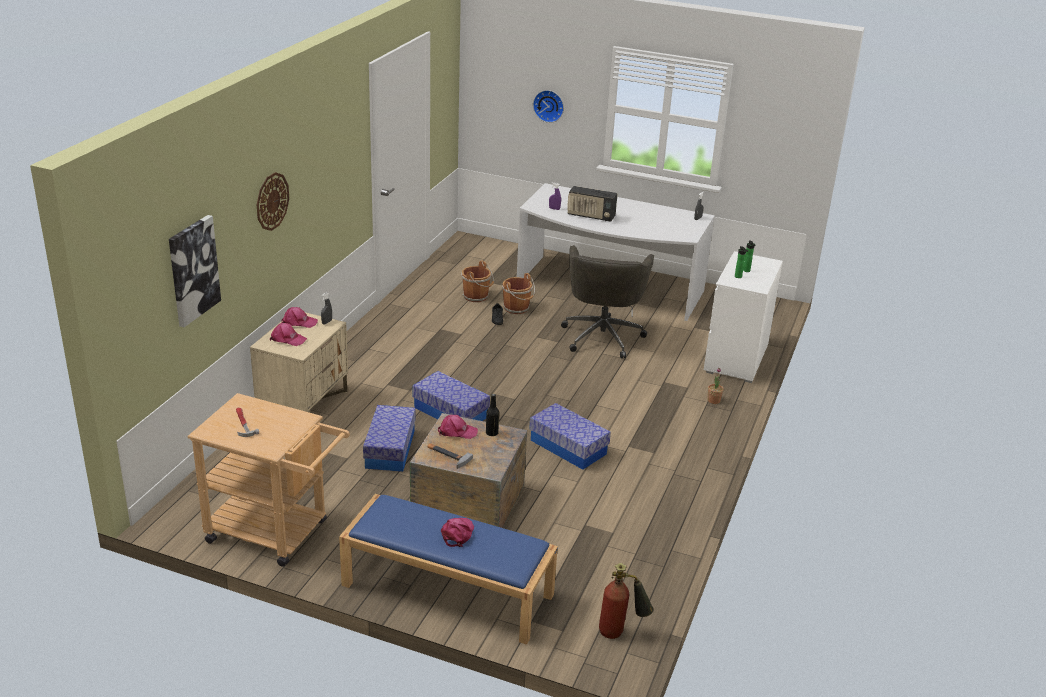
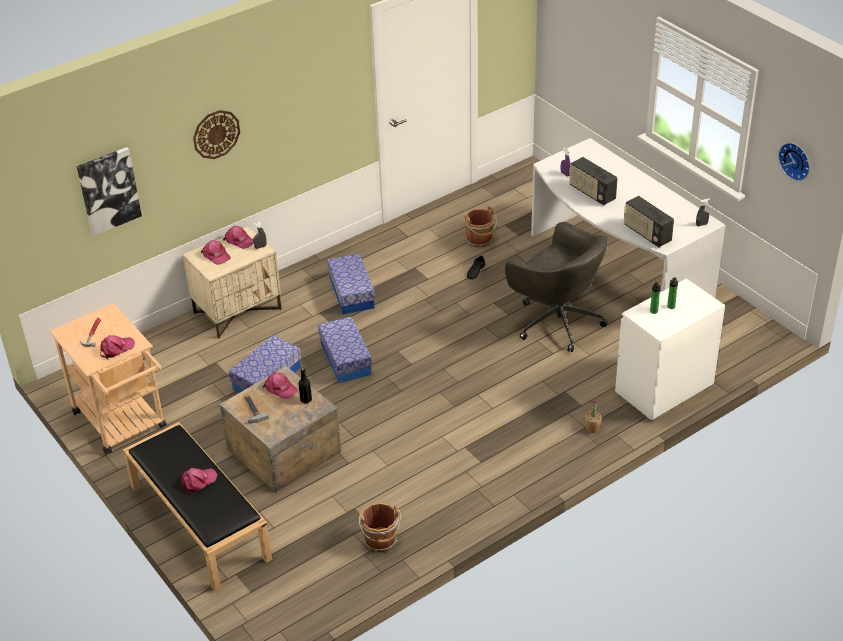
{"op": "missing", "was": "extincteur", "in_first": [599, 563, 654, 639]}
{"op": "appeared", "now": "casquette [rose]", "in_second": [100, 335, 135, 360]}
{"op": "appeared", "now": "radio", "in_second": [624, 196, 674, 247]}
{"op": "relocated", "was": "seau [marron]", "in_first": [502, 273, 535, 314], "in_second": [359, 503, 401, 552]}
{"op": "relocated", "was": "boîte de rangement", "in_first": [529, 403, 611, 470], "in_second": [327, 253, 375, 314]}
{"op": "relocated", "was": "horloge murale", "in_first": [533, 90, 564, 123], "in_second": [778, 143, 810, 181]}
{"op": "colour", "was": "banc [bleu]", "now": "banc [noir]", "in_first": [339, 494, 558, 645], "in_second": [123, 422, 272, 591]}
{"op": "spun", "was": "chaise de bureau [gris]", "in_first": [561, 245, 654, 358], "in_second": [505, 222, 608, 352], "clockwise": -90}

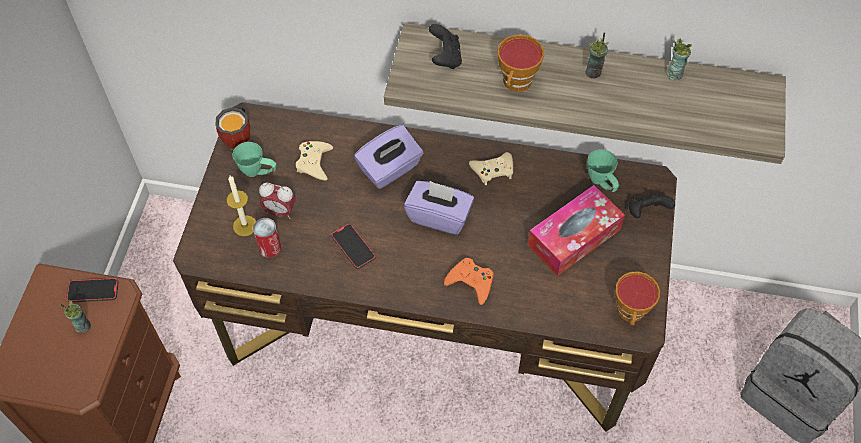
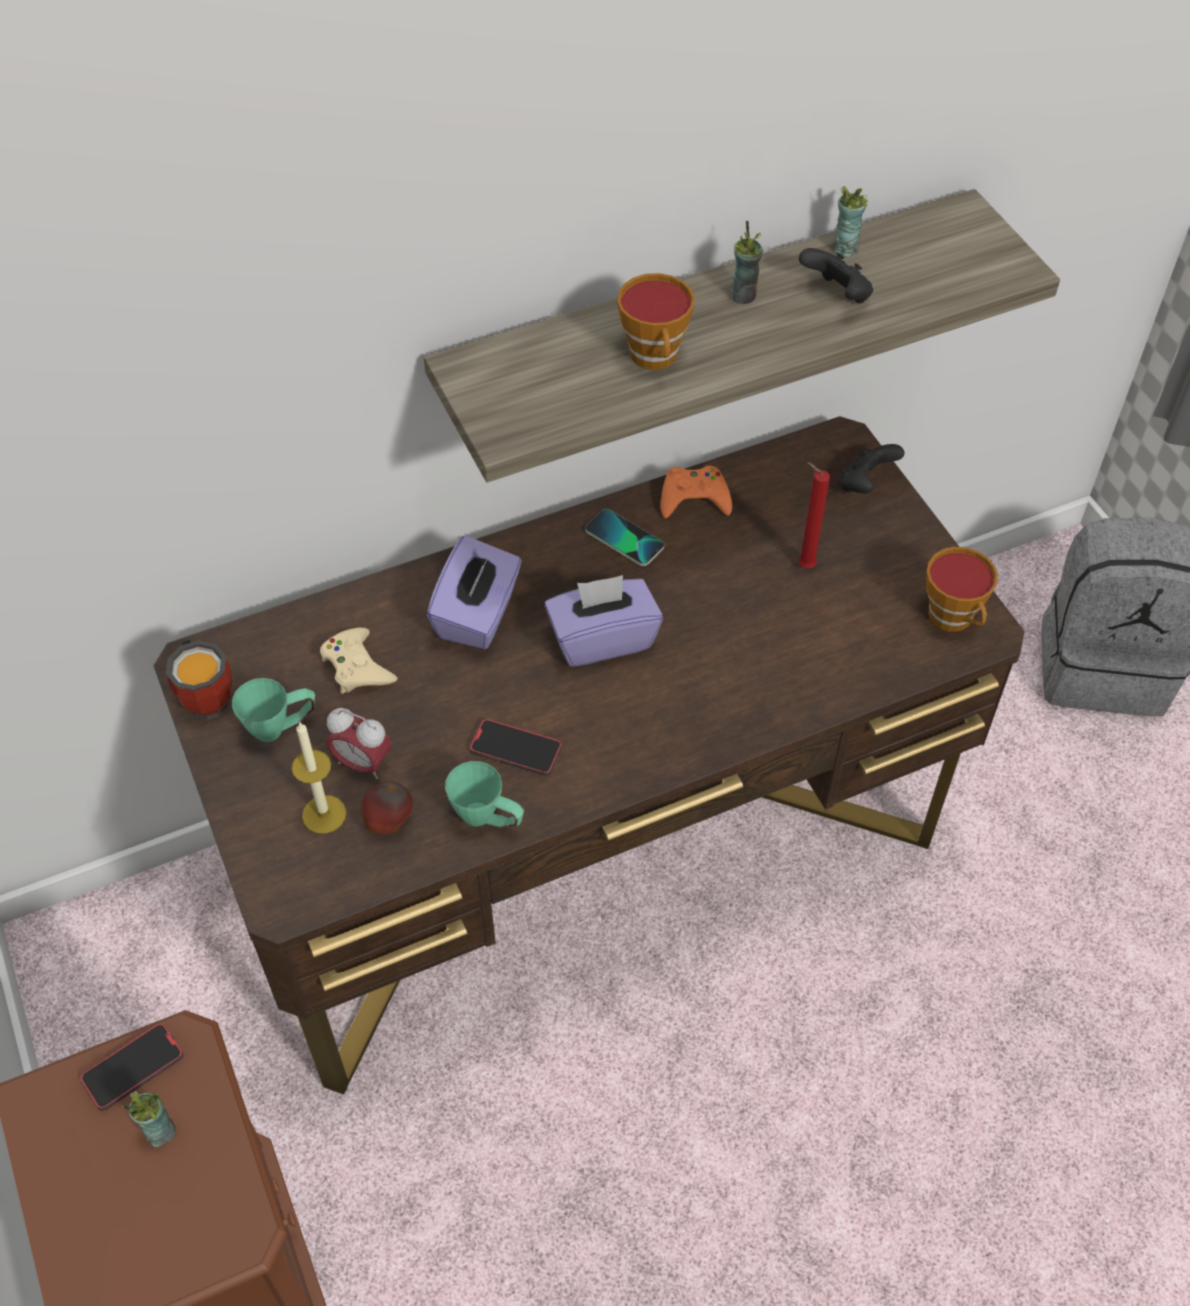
{"op": "relocated", "was": "manette [noir]", "in_first": [429, 24, 462, 69], "in_second": [799, 248, 873, 303]}
{"op": "relocated", "was": "manette [orange]", "in_first": [444, 258, 493, 305], "in_second": [660, 466, 732, 518]}
{"op": "relocated", "was": "mug [vert]", "in_first": [587, 149, 619, 192], "in_second": [445, 761, 524, 828]}
{"op": "exchanged", "was": "boîte métallique", "now": "pomme", "in_first": [253, 218, 281, 258], "in_second": [361, 781, 413, 834]}
{"op": "exchanged", "was": "manette [beige]", "now": "téléphone", "in_first": [469, 152, 513, 185], "in_second": [585, 509, 664, 566]}
{"op": "exchanged", "was": "boîte à mouchoirs", "now": "bougie [rouge]", "in_first": [528, 185, 625, 276], "in_second": [798, 462, 830, 568]}
{"op": "spun", "was": "réveil", "in_first": [259, 183, 296, 219], "in_second": [326, 708, 392, 779], "clockwise": 45}

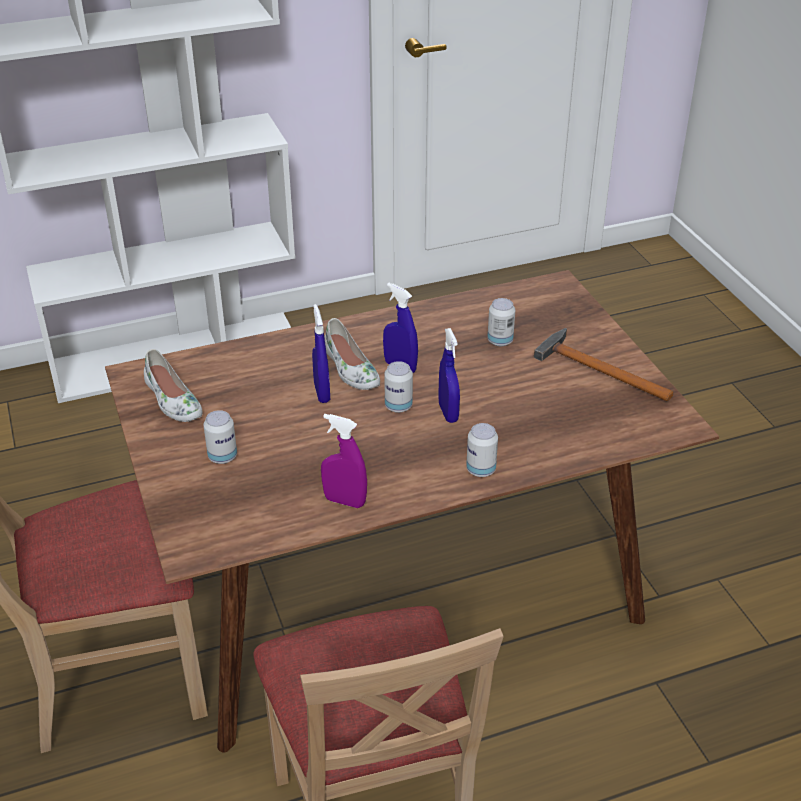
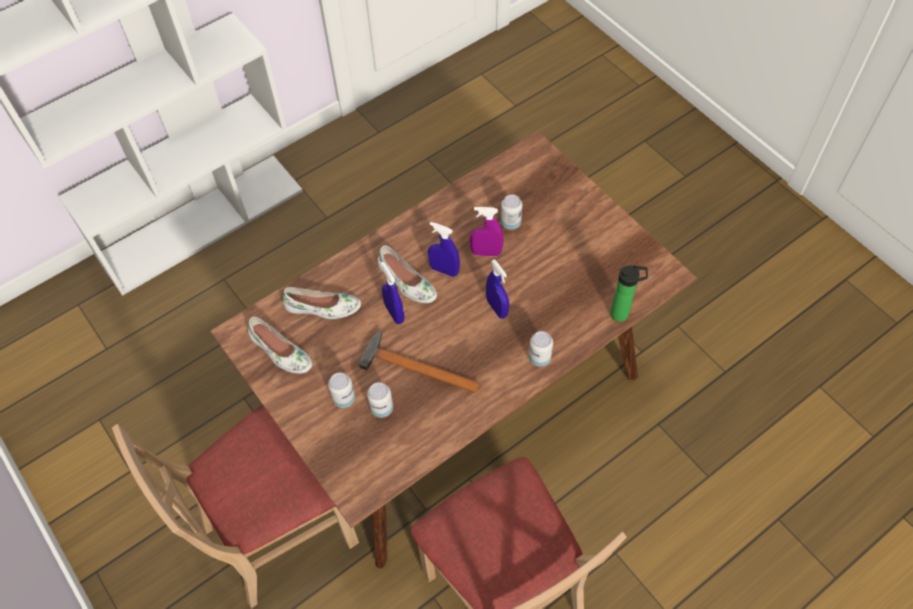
{"op": "appeared", "now": "chaussure [blanc]", "in_second": [283, 287, 361, 319]}
{"op": "appeared", "now": "bouteille", "in_second": [610, 265, 648, 322]}
{"op": "relocated", "was": "vaporisateur [violet]", "in_first": [321, 414, 367, 508], "in_second": [470, 207, 503, 256]}
{"op": "relocated", "was": "boîte métallique", "in_first": [384, 361, 413, 413], "in_second": [367, 382, 393, 418]}
{"op": "relocated", "was": "marteau", "in_first": [534, 328, 674, 401], "in_second": [359, 329, 480, 393]}

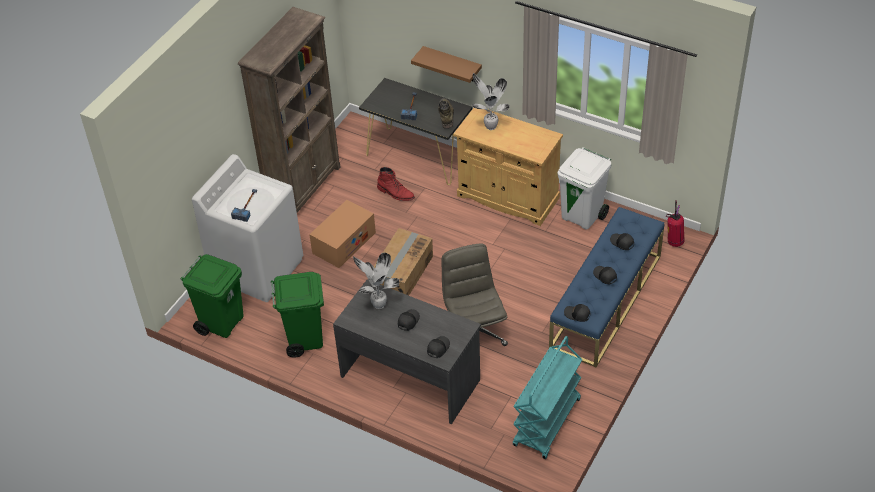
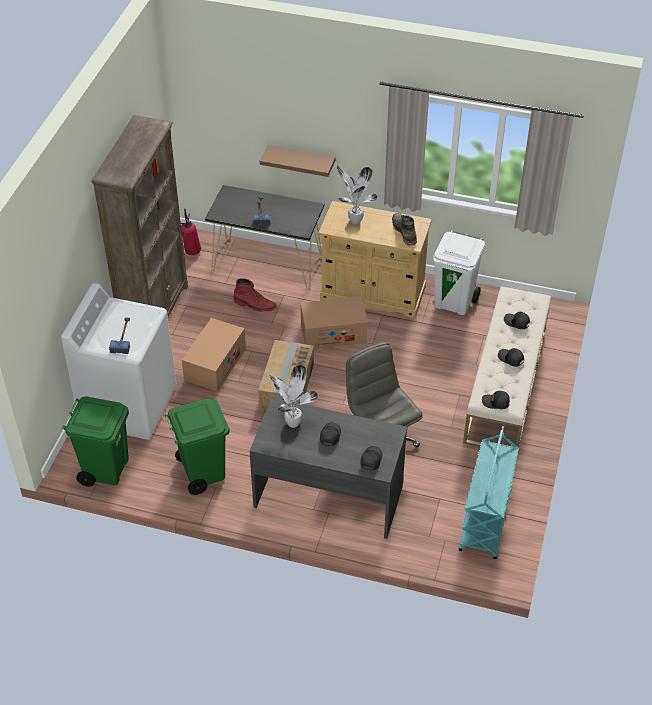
{"op": "appeared", "now": "carton", "in_second": [301, 297, 368, 349]}
{"op": "relocated", "was": "botte [vert]", "in_first": [438, 98, 454, 129], "in_second": [392, 213, 417, 246]}
{"op": "relocated", "was": "extincteur", "in_first": [666, 200, 685, 247], "in_second": [181, 208, 201, 255]}
{"op": "colour", "was": "banc [bleu]", "now": "banc [beige]", "in_first": [549, 207, 664, 367], "in_second": [463, 286, 551, 447]}

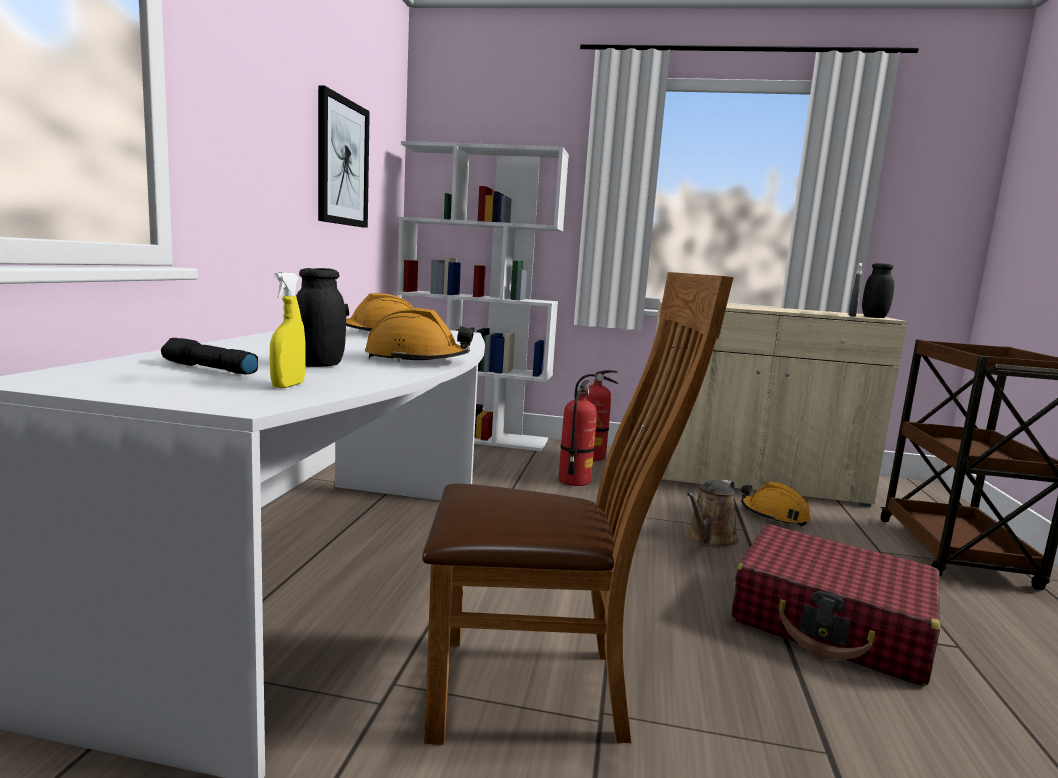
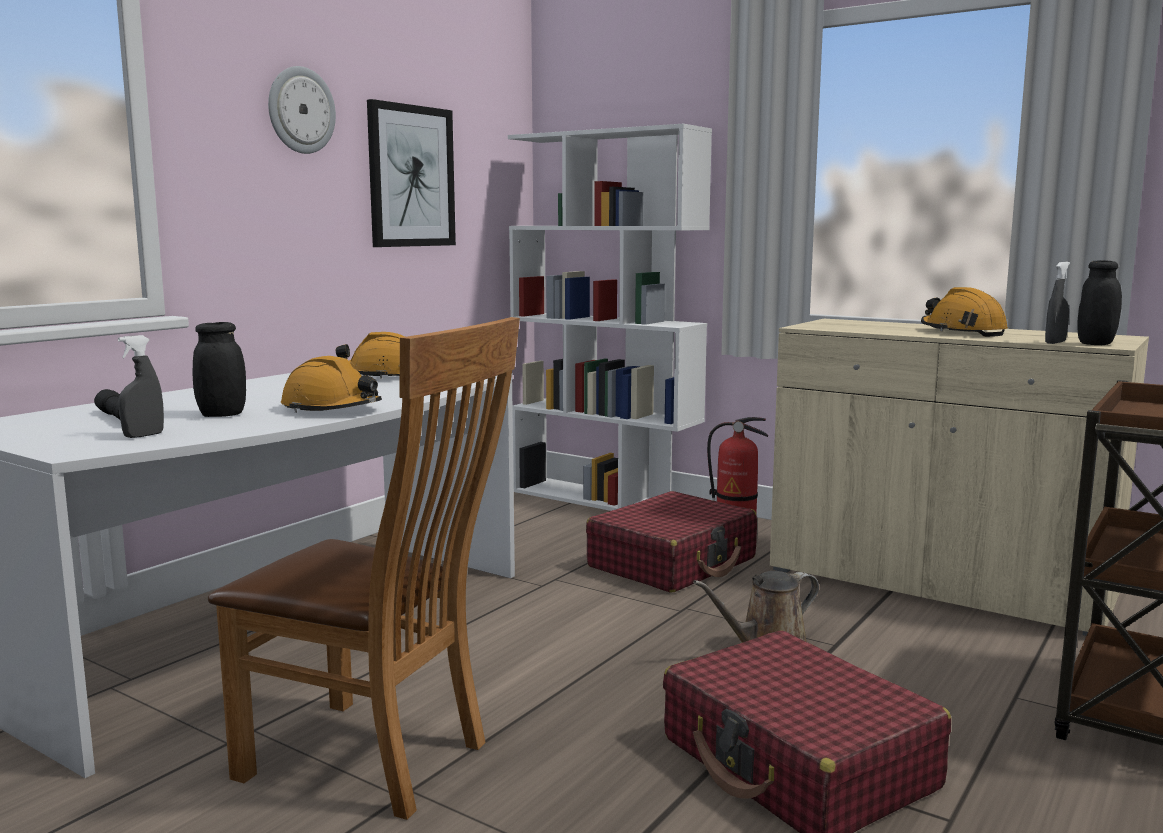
{"op": "appeared", "now": "horloge murale", "in_second": [268, 66, 336, 154]}
{"op": "relocated", "was": "casque de chantier [orange]", "in_first": [741, 481, 810, 526], "in_second": [921, 287, 1008, 337]}
{"op": "exchanged", "was": "extincteur", "now": "valise [rouge]", "in_first": [559, 380, 597, 486], "in_second": [586, 491, 757, 593]}
{"op": "colour", "was": "vaporisateur [jaune]", "now": "vaporisateur [gris]", "in_first": [270, 272, 306, 388], "in_second": [118, 335, 164, 438]}

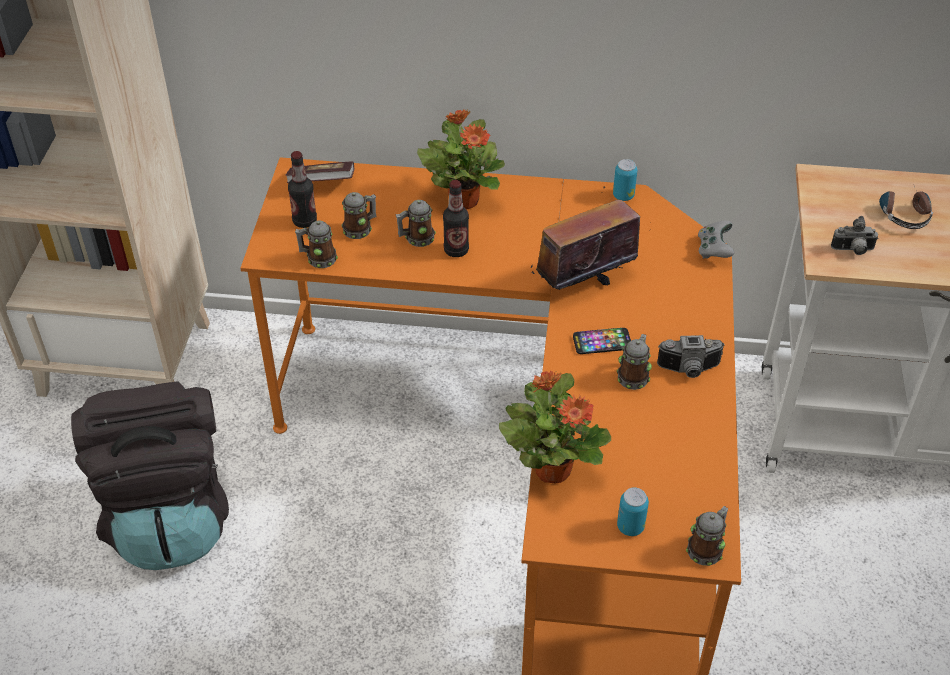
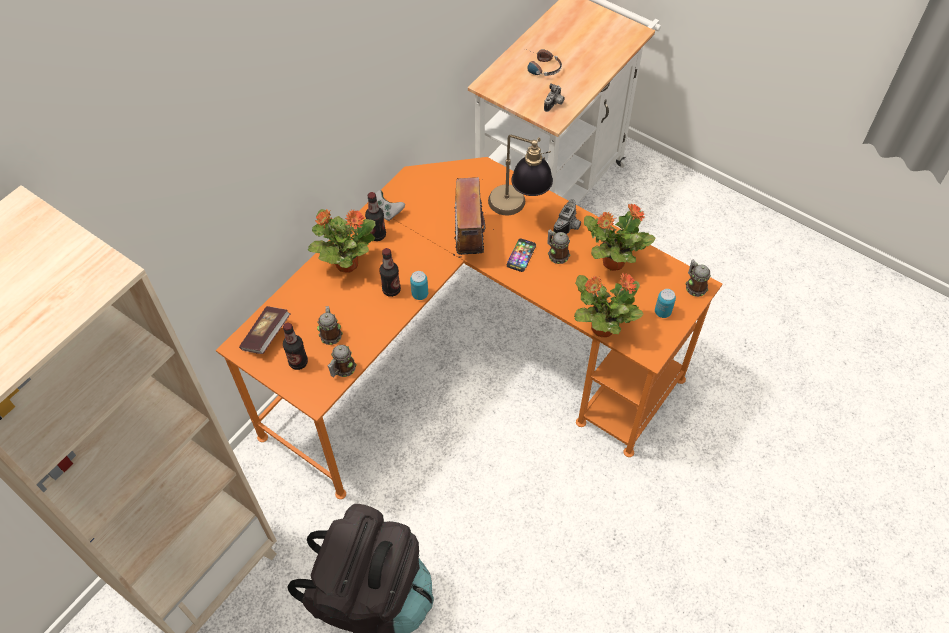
{"op": "missing", "was": "mug", "in_first": [395, 200, 436, 247]}
{"op": "appeared", "now": "bouteille", "in_second": [365, 192, 386, 241]}
{"op": "appeared", "now": "lampe de table", "in_second": [488, 135, 553, 216]}
{"op": "appeared", "now": "plante en pot", "in_second": [584, 204, 656, 271]}
{"op": "relocated", "was": "boîte métallique", "in_first": [613, 159, 637, 201], "in_second": [410, 271, 428, 300]}
{"op": "relocated", "was": "manette [gris]", "in_first": [698, 221, 734, 259], "in_second": [375, 190, 405, 221]}

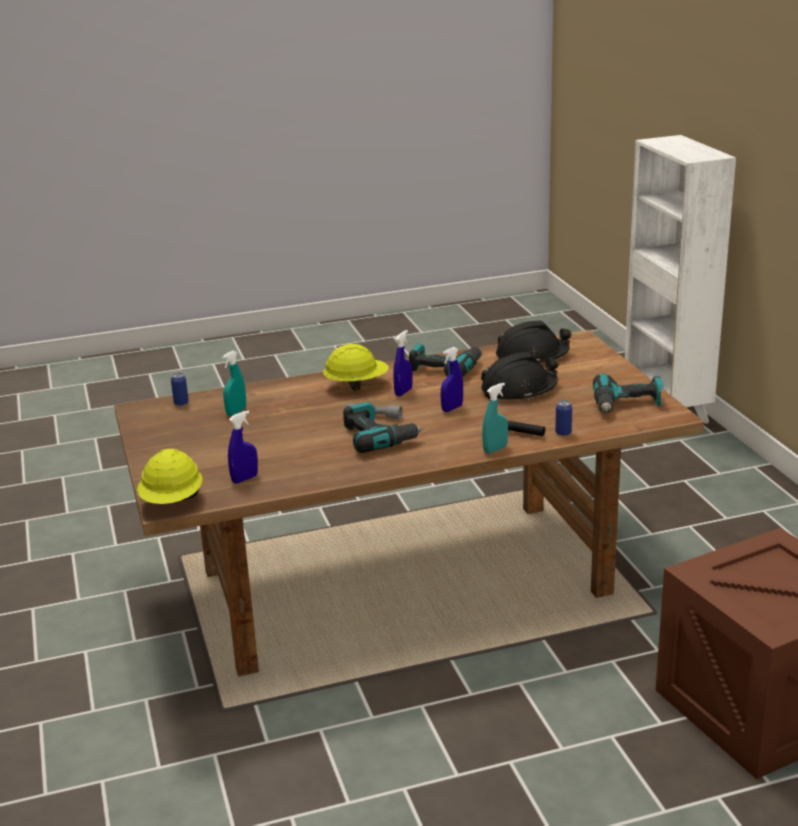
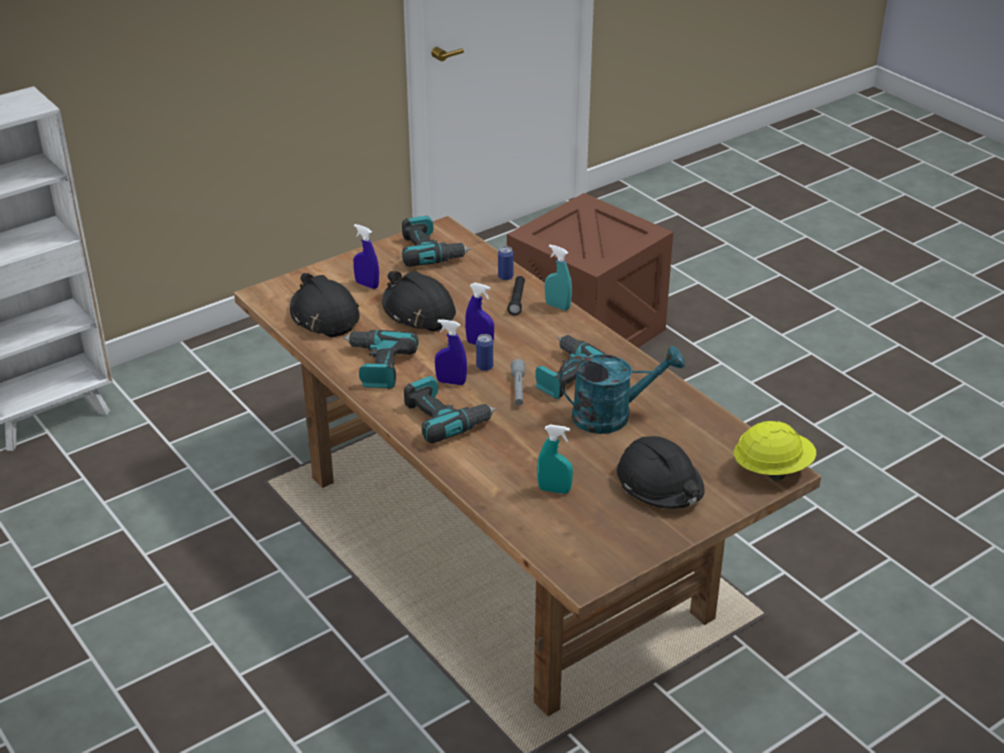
{"op": "appeared", "now": "arrosoir [turquoise]", "in_second": [559, 346, 685, 434]}
{"op": "appeared", "now": "casque de chantier [noir]", "in_second": [617, 436, 705, 509]}
{"op": "relocated", "was": "boîte métallique", "in_first": [171, 372, 189, 406], "in_second": [476, 334, 493, 371]}
{"op": "relocated", "was": "vaporisateur [bleu]", "in_first": [228, 410, 258, 484], "in_second": [353, 224, 379, 289]}
{"op": "exchanged", "was": "casque de chantier [jaune]", "now": "perceuse", "in_first": [323, 344, 389, 391], "in_second": [404, 376, 497, 444]}

